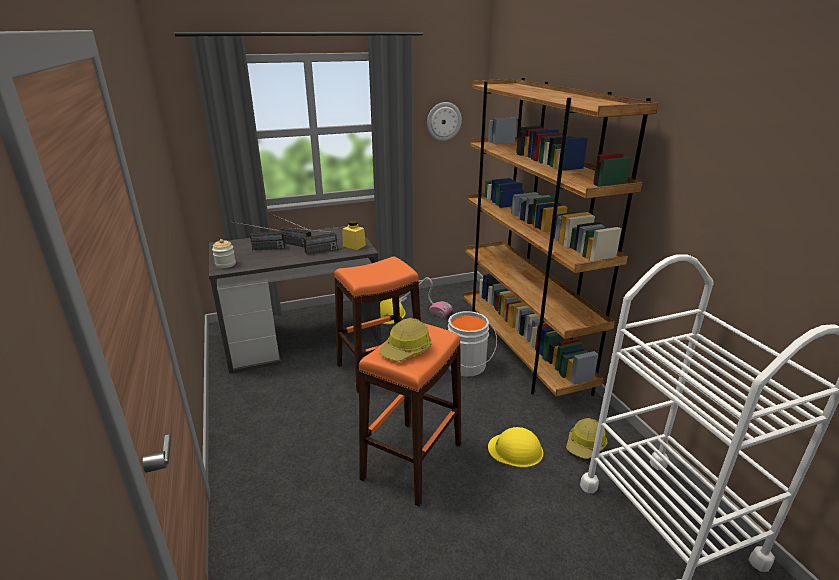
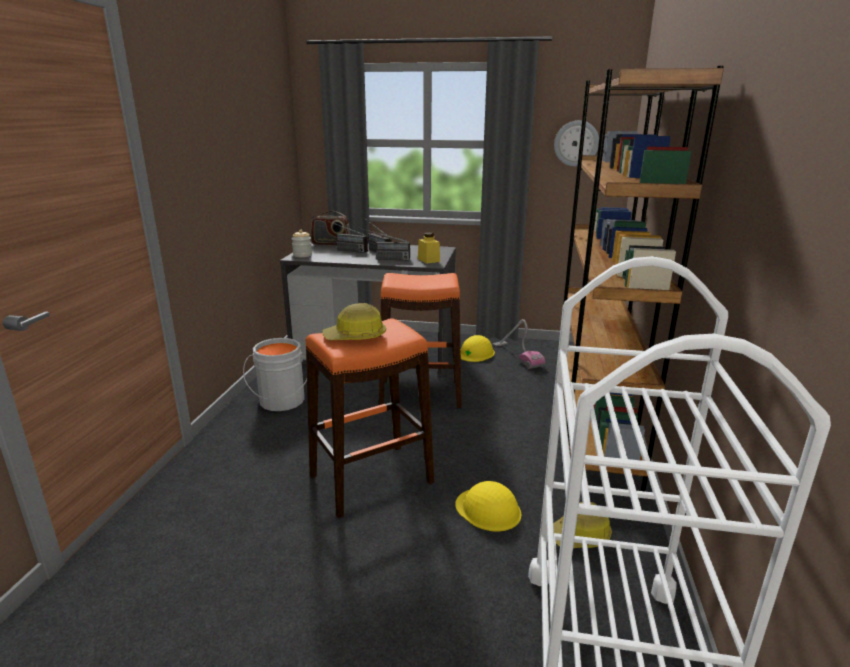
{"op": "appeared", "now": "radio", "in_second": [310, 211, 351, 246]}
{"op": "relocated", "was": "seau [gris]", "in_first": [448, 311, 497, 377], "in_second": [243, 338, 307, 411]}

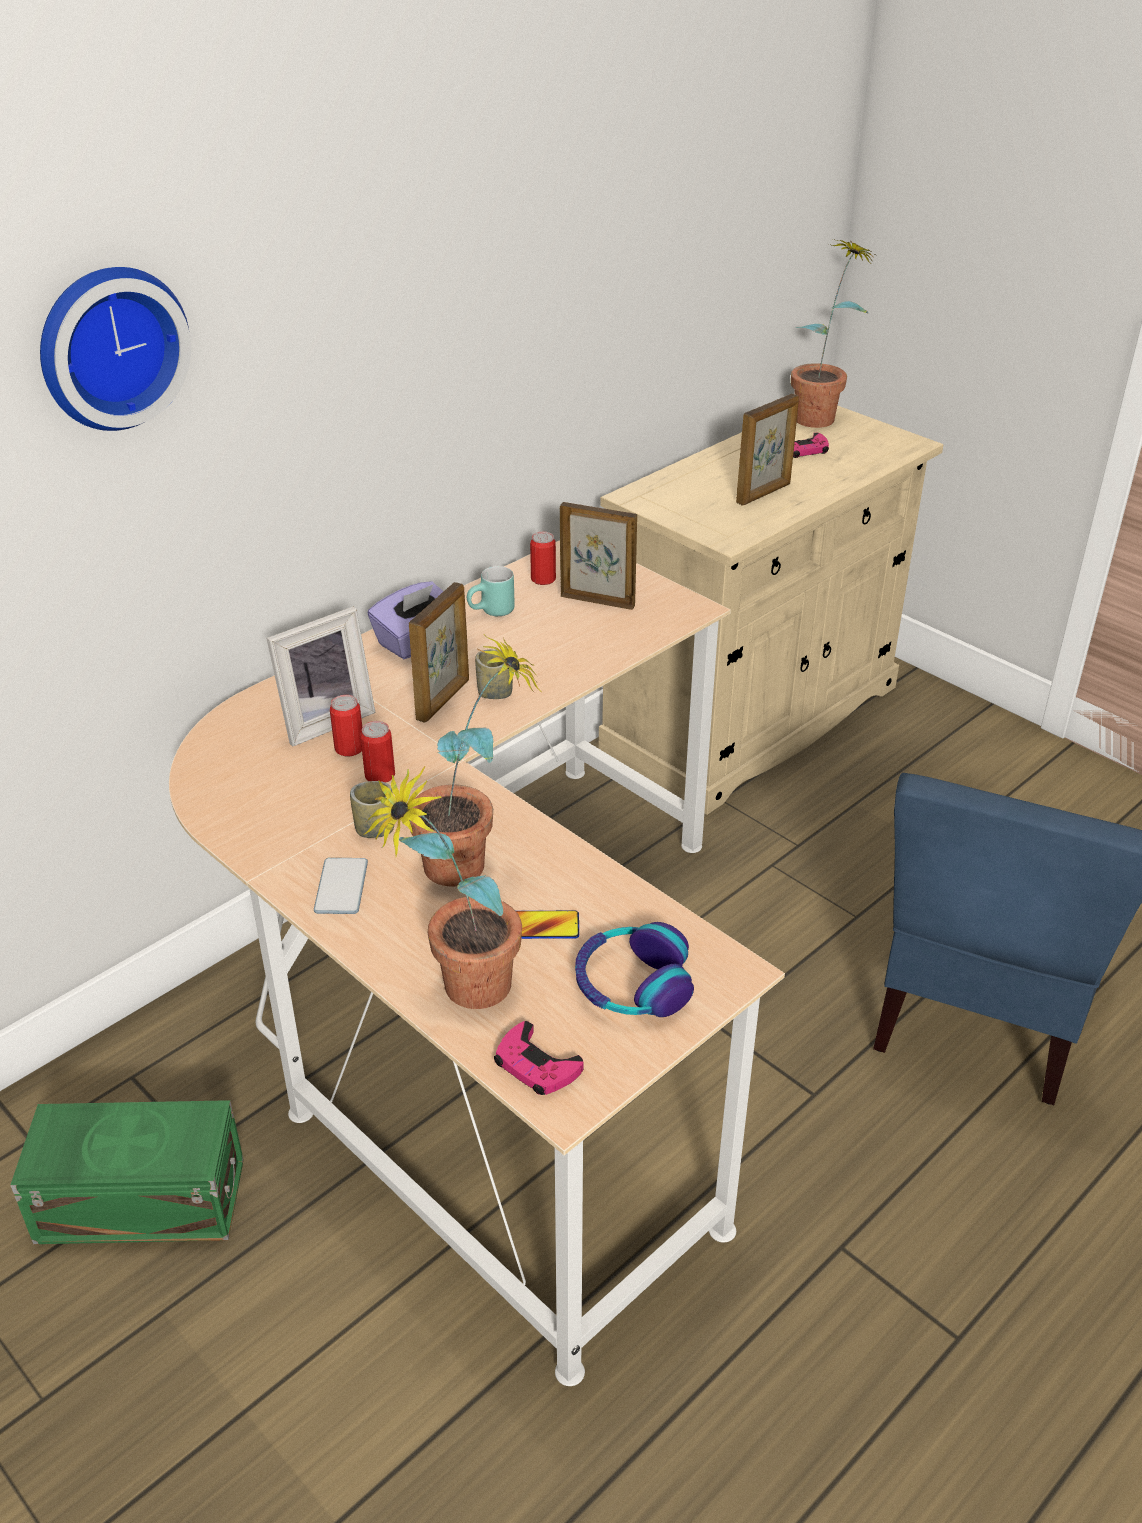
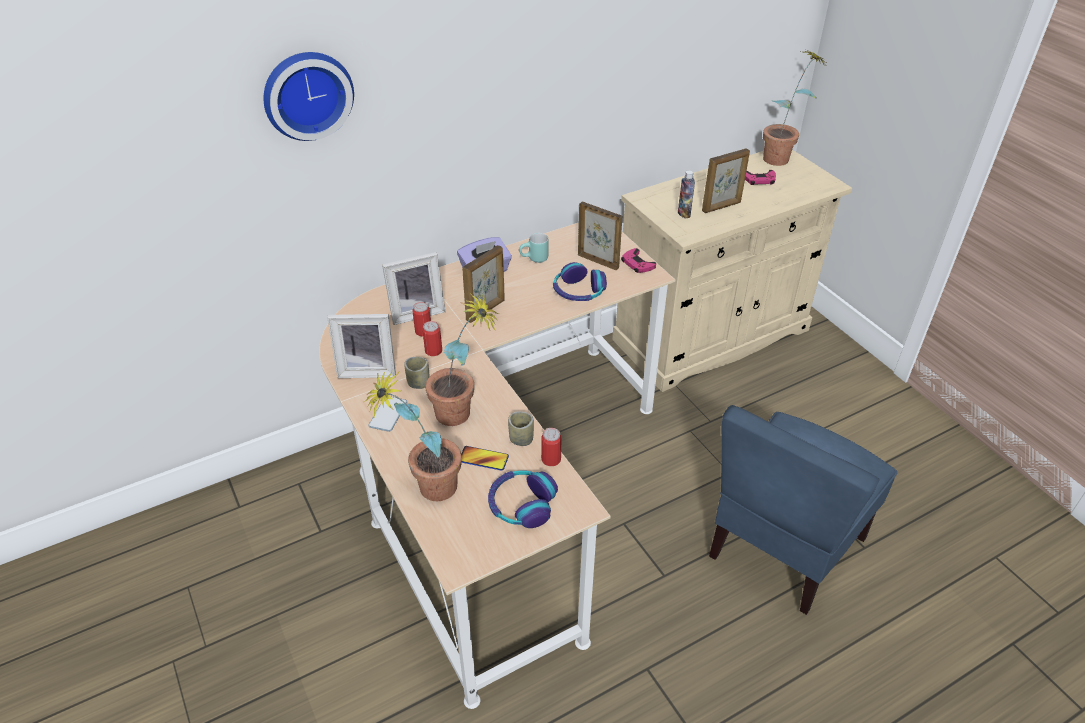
{"op": "missing", "was": "boîte de rangement [vert]", "in_first": [10, 1100, 244, 1244]}
{"op": "appeared", "now": "cadre photo", "in_second": [327, 314, 396, 378]}
{"op": "appeared", "now": "casque audio", "in_second": [553, 262, 607, 301]}
{"op": "appeared", "now": "bouteille", "in_second": [678, 170, 695, 219]}
{"op": "relocated", "was": "tasse", "in_first": [475, 649, 513, 699], "in_second": [508, 412, 534, 446]}
{"op": "relocated", "was": "manette [rose]", "in_first": [494, 1021, 584, 1095], "in_second": [621, 248, 656, 273]}
{"op": "relocated", "was": "boîte métallique", "in_first": [530, 532, 556, 585], "in_second": [541, 428, 562, 466]}

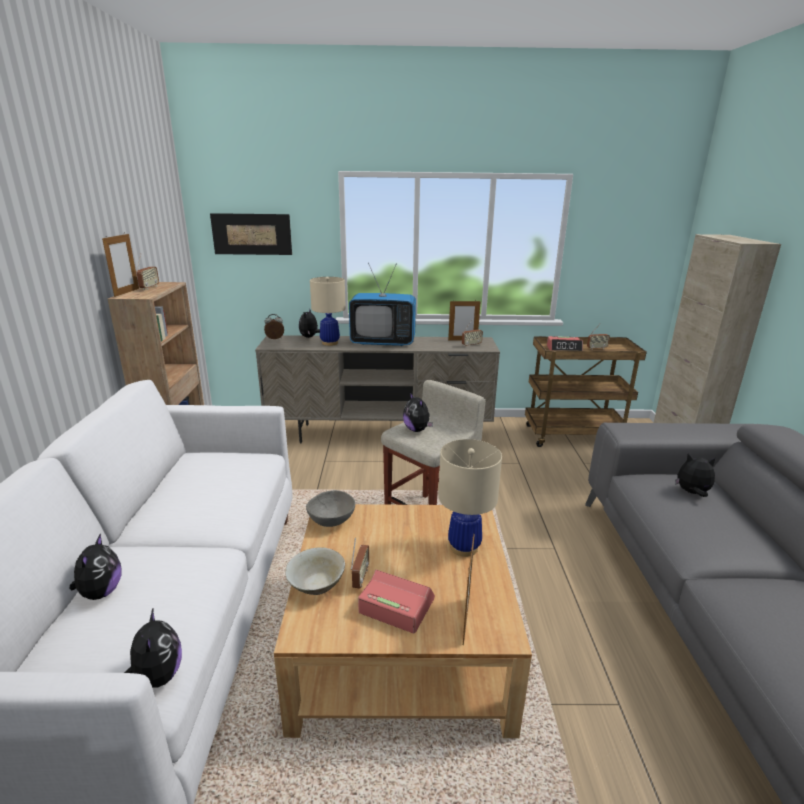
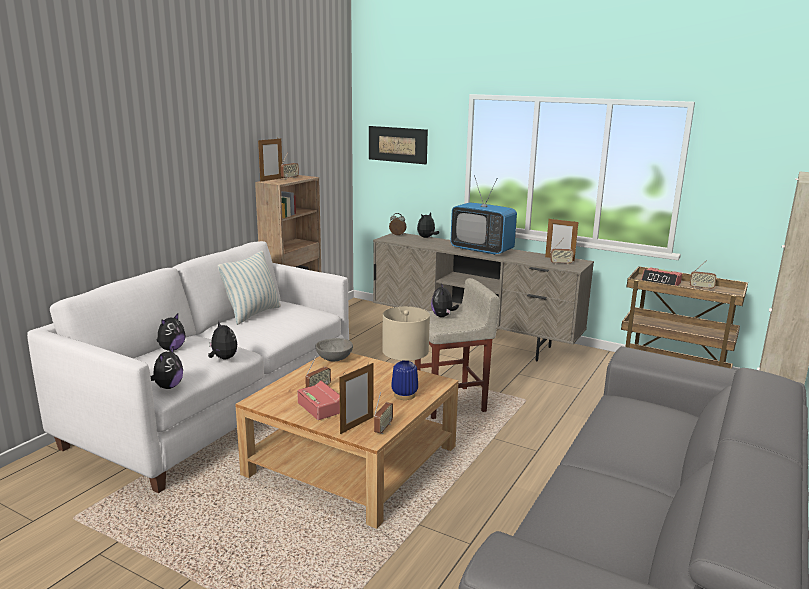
{"op": "missing", "was": "bol [beige]", "in_first": [285, 547, 345, 595]}
{"op": "missing", "was": "lampe de table [beige]", "in_first": [310, 277, 346, 346]}
{"op": "appeared", "now": "coussin", "in_second": [218, 251, 281, 325]}
{"op": "appeared", "now": "radio", "in_second": [374, 392, 393, 434]}
{"op": "relocated", "was": "peluche", "in_first": [675, 453, 716, 497], "in_second": [208, 321, 237, 359]}

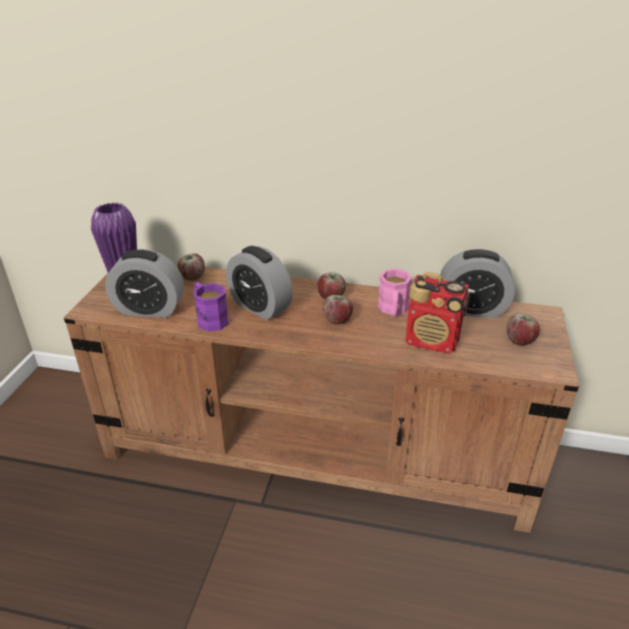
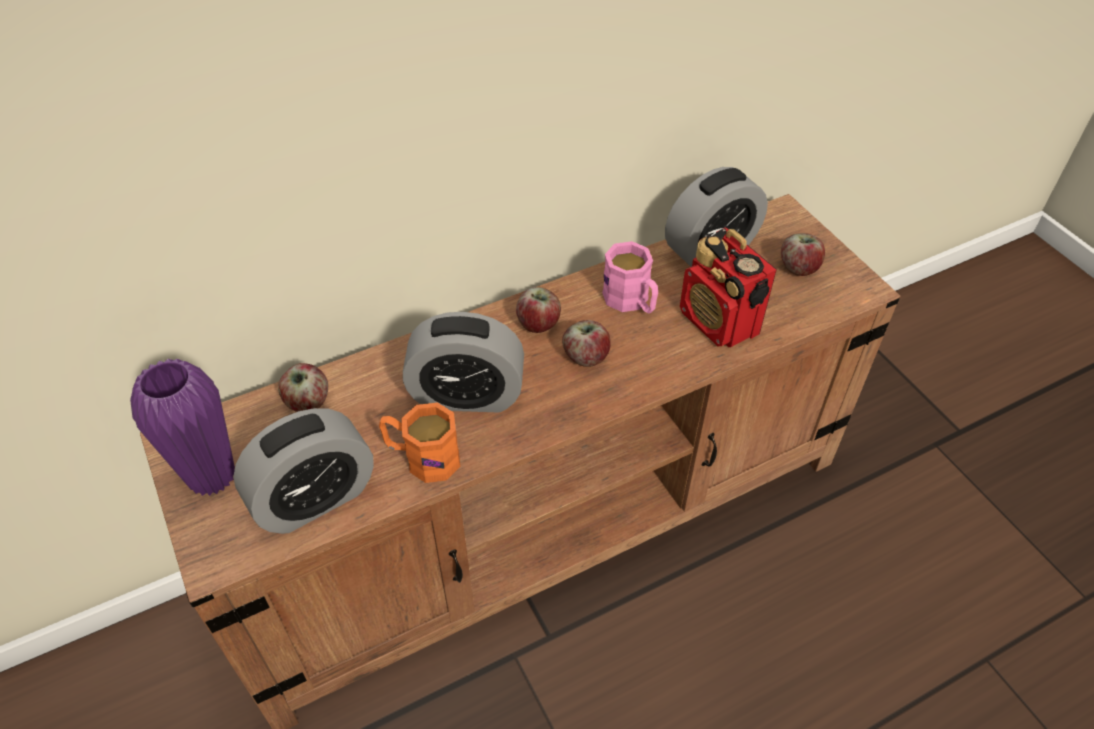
{"op": "colour", "was": "mug [violet]", "now": "mug [orange]", "in_first": [193, 282, 229, 332], "in_second": [379, 402, 460, 483]}
{"op": "spun", "was": "radio", "in_first": [406, 272, 470, 354], "in_second": [680, 227, 777, 347], "clockwise": 75}

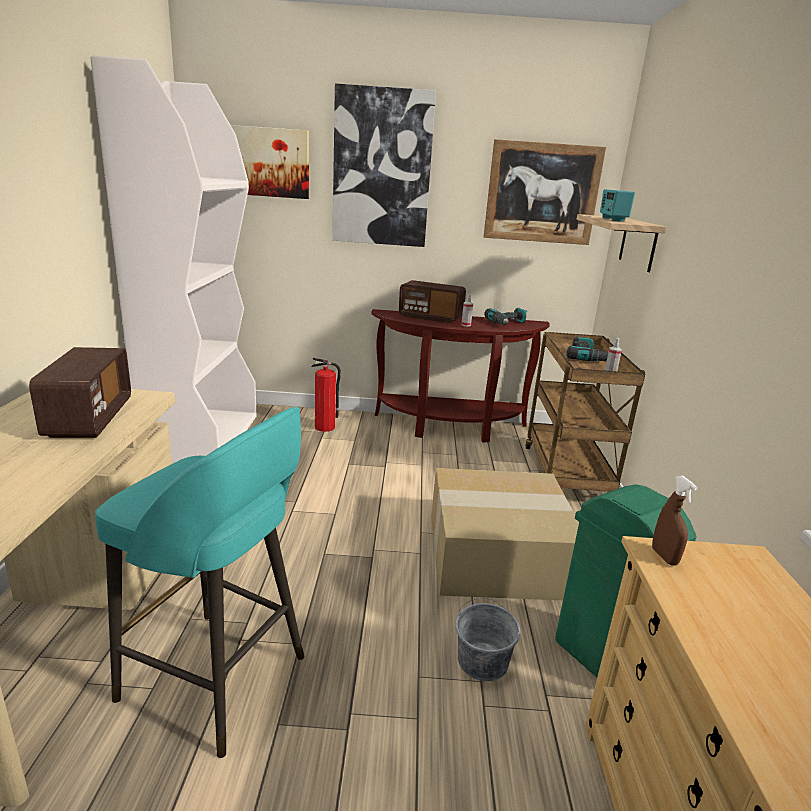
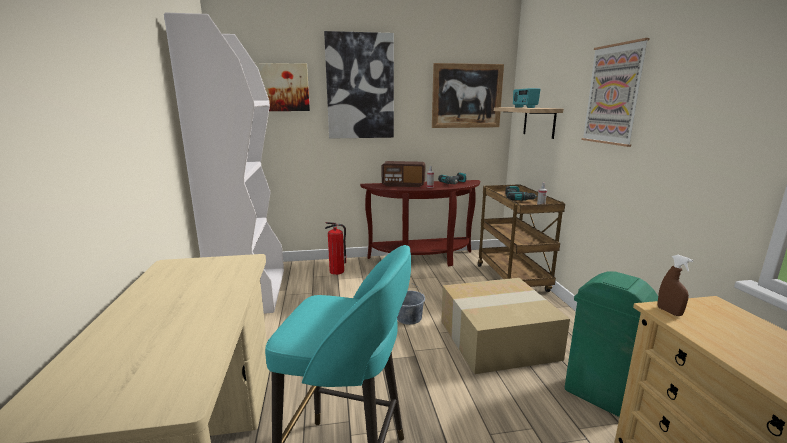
{"op": "missing", "was": "radio", "in_first": [29, 347, 131, 438]}
{"op": "appeared", "now": "tableau", "in_second": [582, 38, 650, 147]}
{"op": "relocated", "was": "seau [gris]", "in_first": [455, 598, 521, 681], "in_second": [397, 285, 425, 325]}

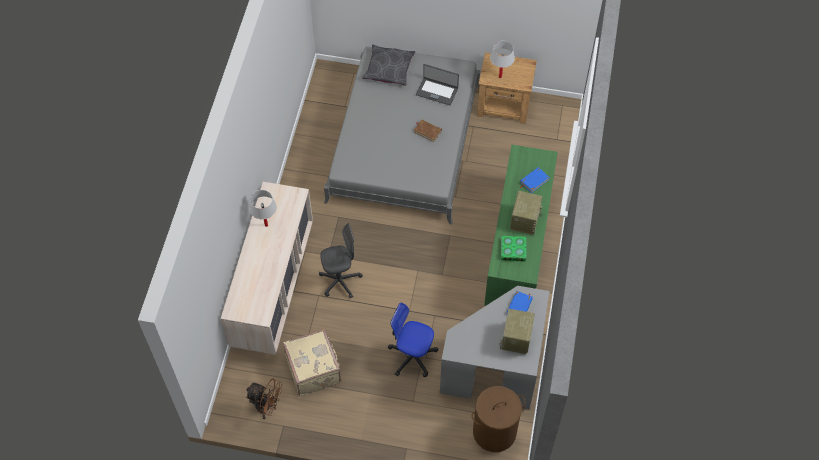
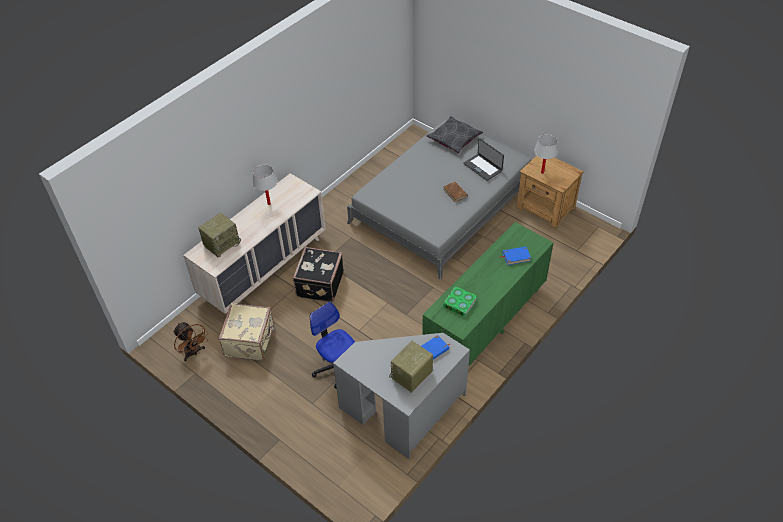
{"op": "missing", "was": "panier à linge [marron]", "in_first": [472, 386, 526, 452]}
{"op": "relocated", "was": "radio", "in_first": [510, 191, 543, 235], "in_second": [198, 213, 241, 257]}
{"op": "exchanged", "was": "chaise de bureau [gris]", "now": "valise [noir]", "in_first": [319, 223, 363, 298], "in_second": [293, 247, 344, 302]}

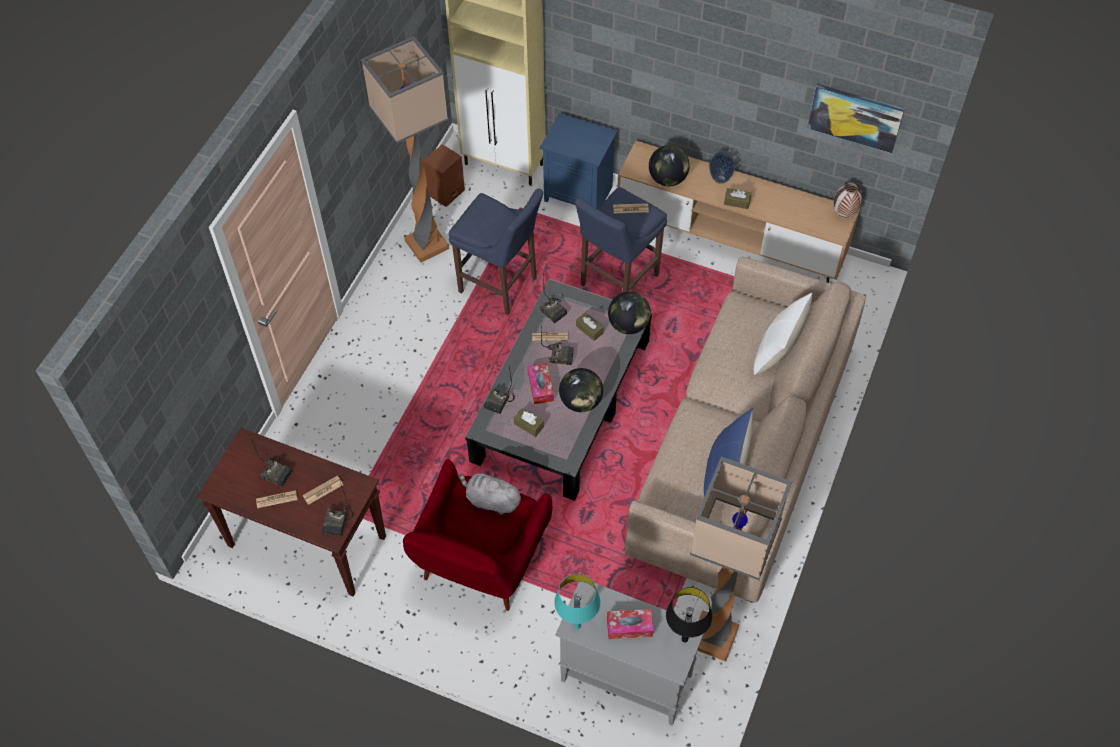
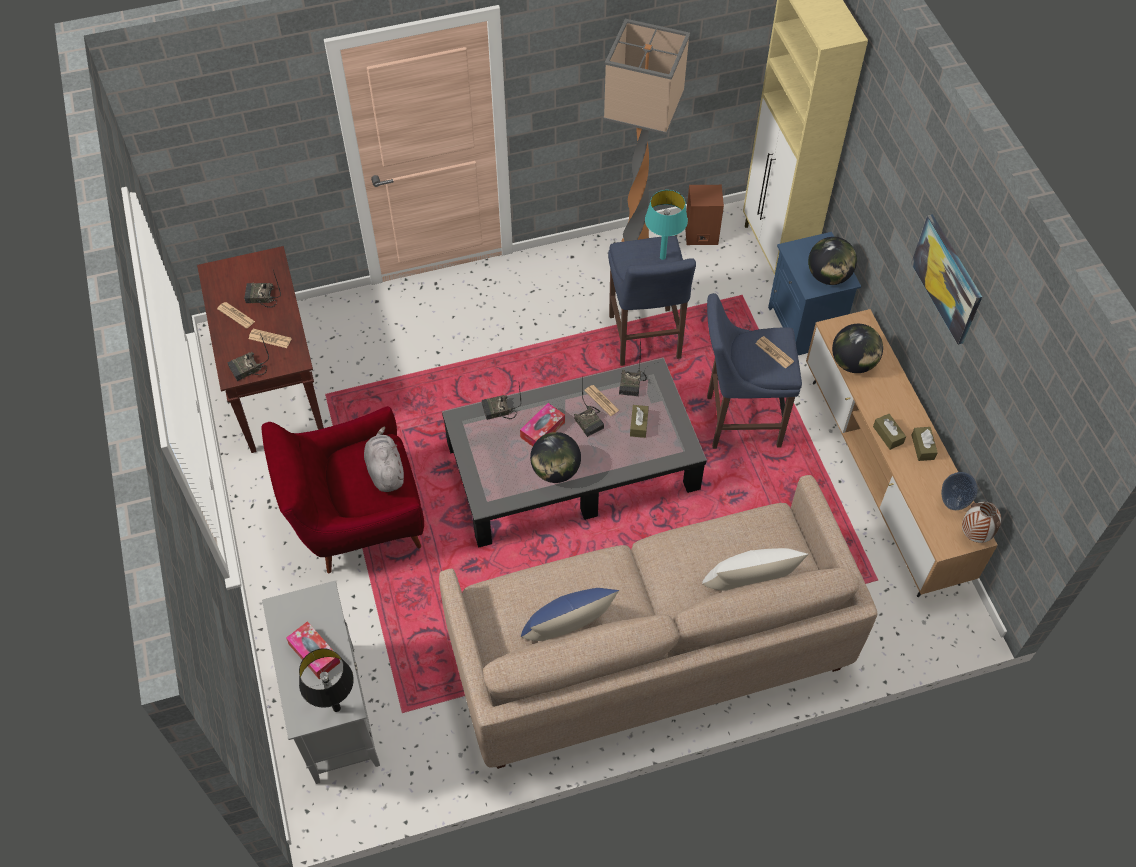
{"op": "missing", "was": "lampadaire", "in_first": [690, 457, 792, 662]}
{"op": "relocated", "was": "boîte à mouchoirs [marron]", "in_first": [514, 408, 544, 437], "in_second": [911, 427, 938, 461]}
{"op": "relocated", "was": "lampe de table [turquoise]", "in_first": [554, 574, 600, 629], "in_second": [645, 190, 688, 260]}
{"op": "relocated", "was": "globe", "in_first": [608, 292, 651, 334], "in_second": [808, 237, 857, 285]}
{"op": "relocated", "was": "vase", "in_first": [709, 151, 736, 184], "in_second": [941, 472, 978, 510]}
{"op": "relocated", "was": "tableau", "in_first": [807, 84, 905, 153], "in_second": [911, 214, 982, 345]}
{"op": "spun", "was": "radio", "in_first": [252, 440, 292, 487], "in_second": [244, 270, 281, 308], "clockwise": 105}

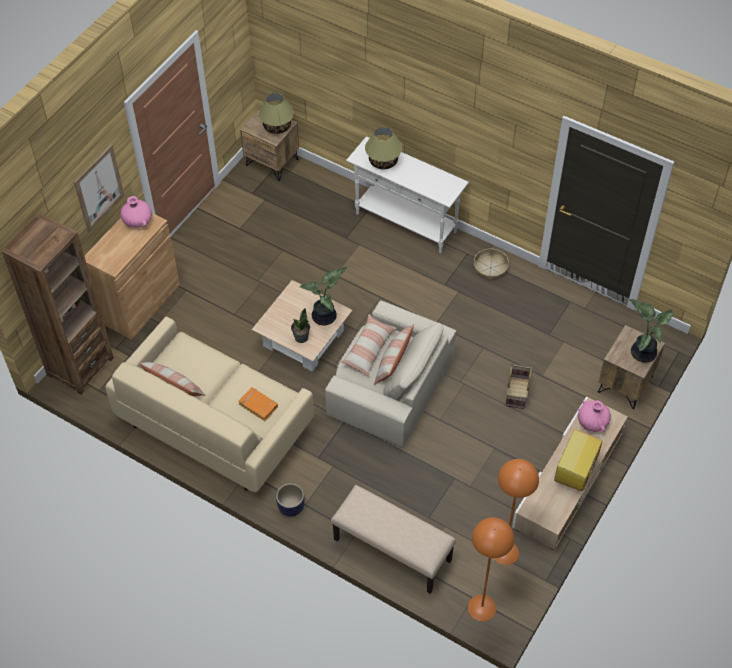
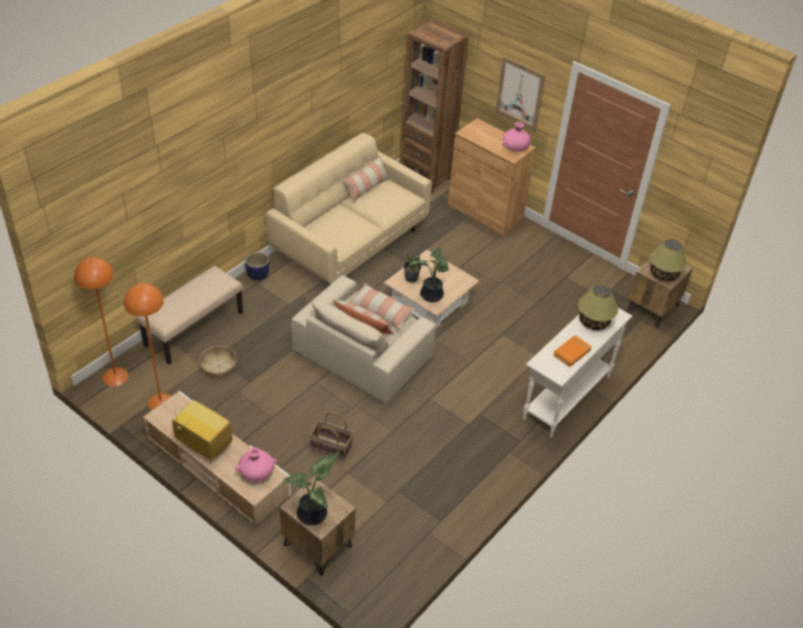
{"op": "relocated", "was": "livre [orange]", "in_first": [238, 387, 278, 421], "in_second": [553, 335, 591, 367]}
{"op": "relocated", "was": "panier", "in_first": [474, 249, 509, 281], "in_second": [199, 346, 237, 378]}

